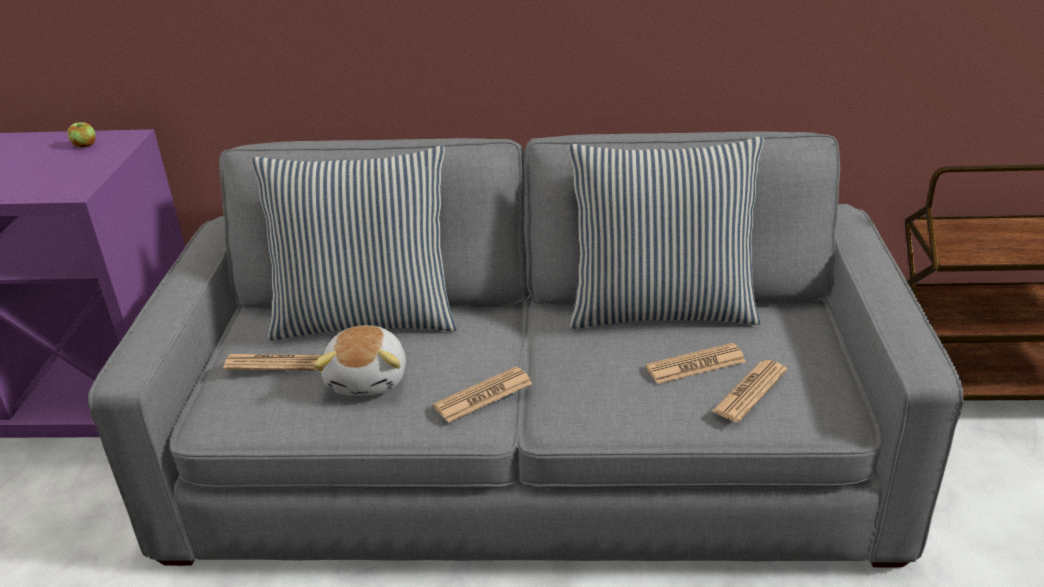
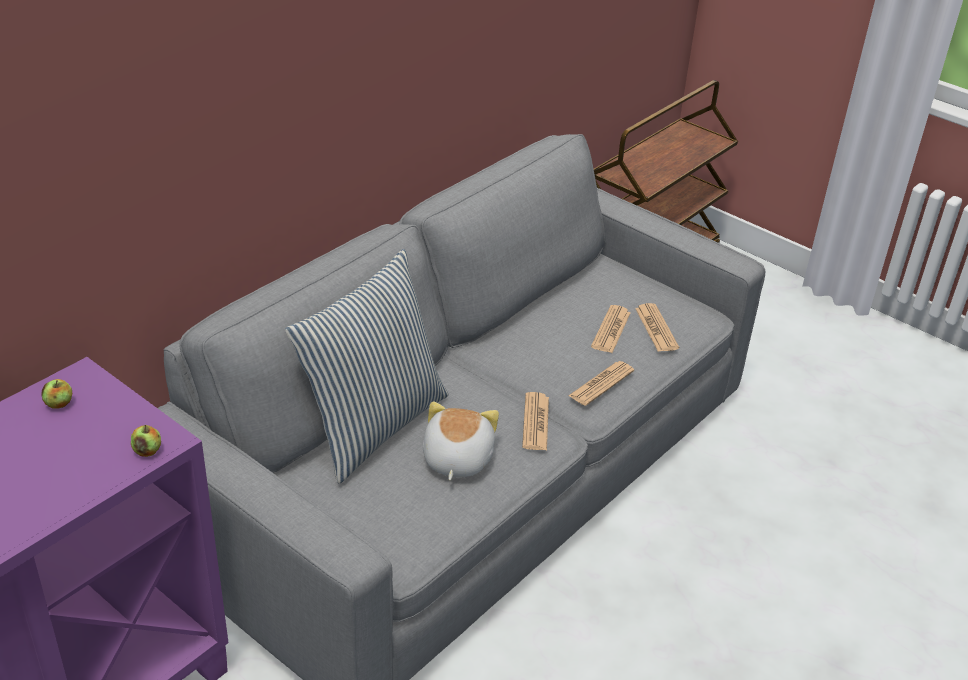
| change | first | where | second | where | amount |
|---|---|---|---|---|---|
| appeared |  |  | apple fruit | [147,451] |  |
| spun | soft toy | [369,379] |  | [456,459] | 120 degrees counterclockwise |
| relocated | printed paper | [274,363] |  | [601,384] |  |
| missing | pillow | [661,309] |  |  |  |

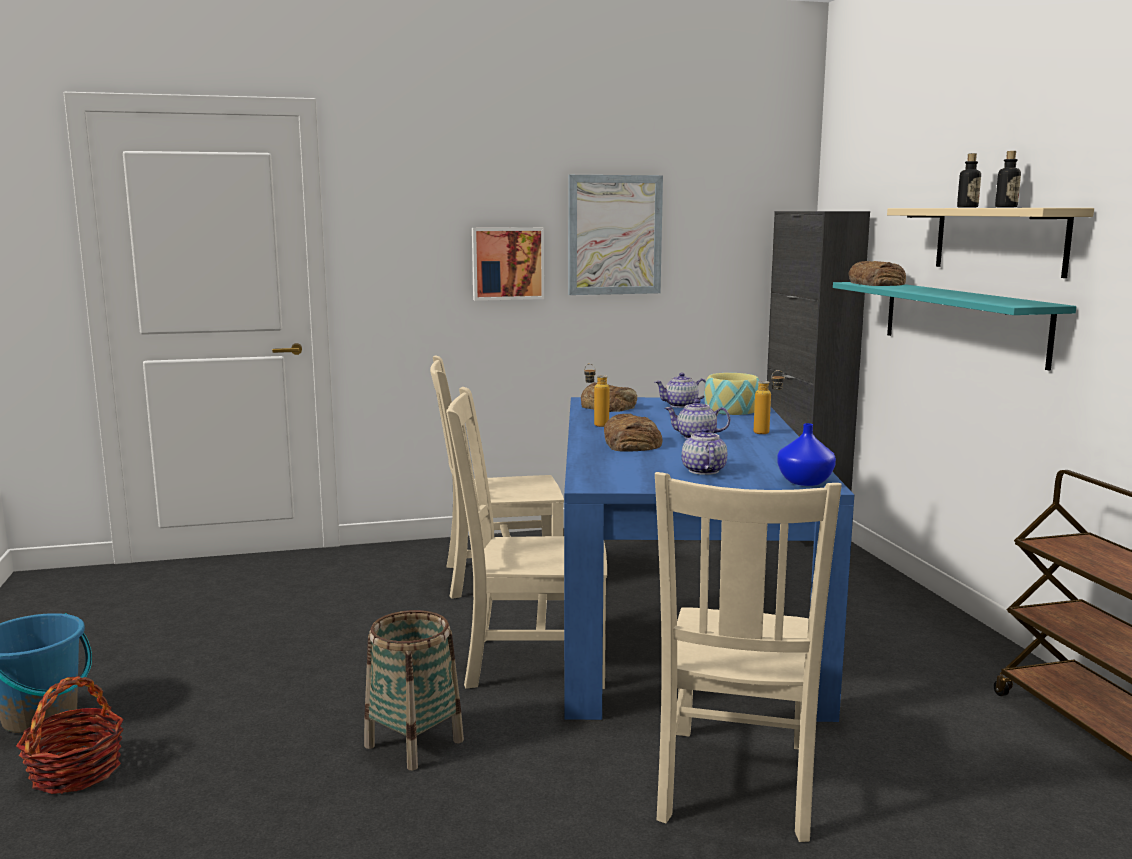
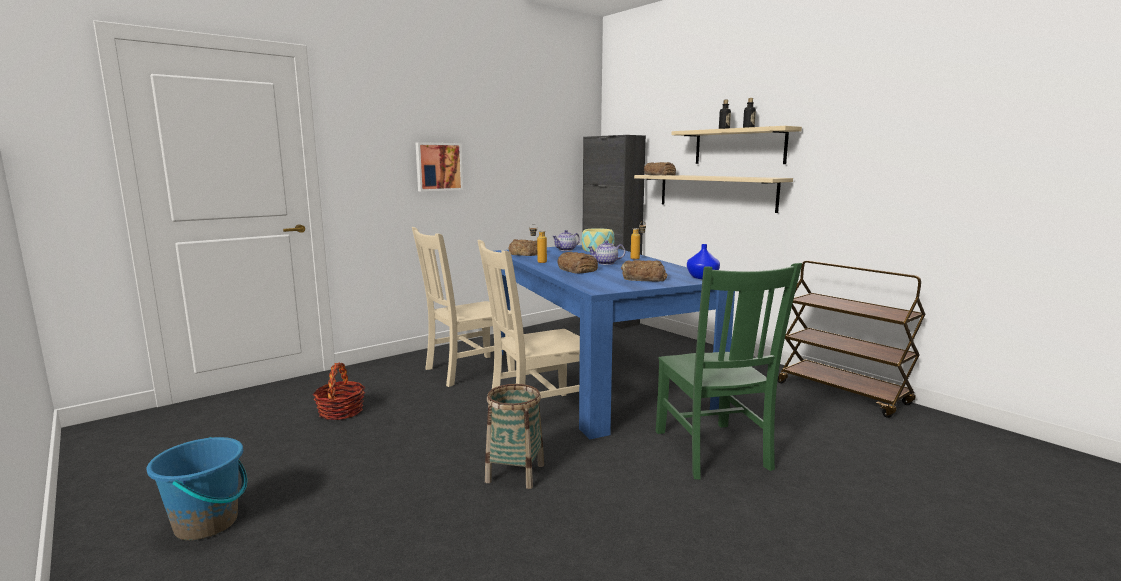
| change | first | where | second | where | amount |
|---|---|---|---|---|---|
| relocated | basket | [76,771] |  | [341,411] |  |
| exchanged | tea pot | [703,471] | bakery bread | [643,278] |  |
| colour | turquoise wall shelf | [962,321] | beige-coloured wall shelf | [716,192] |  |
| colour | beige-coloured plain chair | [735,785] | greenish plain chair | [712,451] |  |
| missing | wall picture | [614,235] |  |  |  |

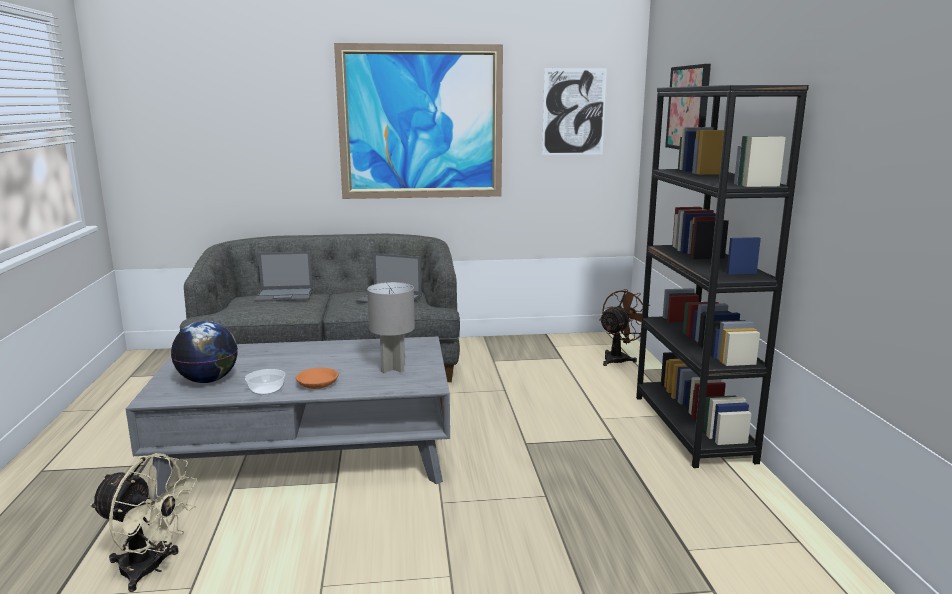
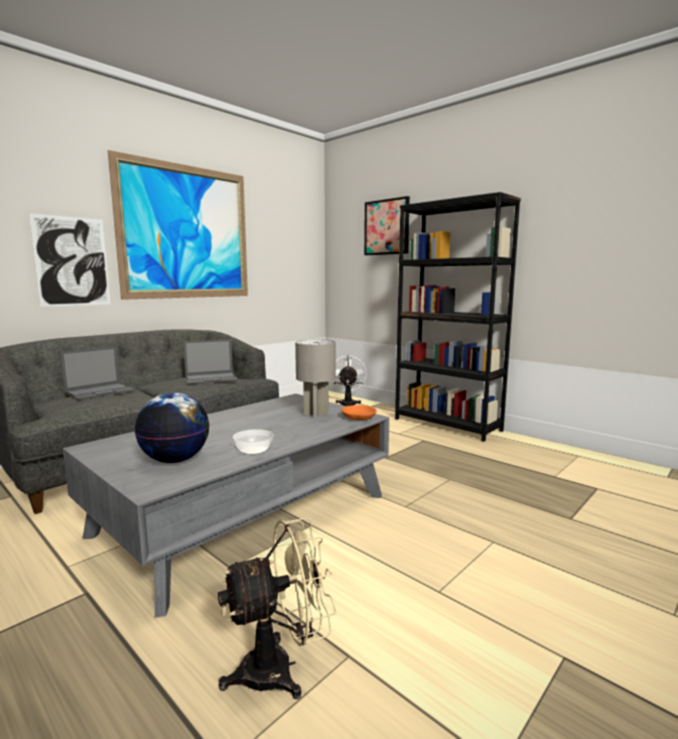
| change | first | where | second | where | amount |
|---|---|---|---|---|---|
| relocated | wall picture | [574,112] |  | [72,261] |  |
| colour | brownish fan | [619,358] | white-coloured fan | [348,403] |  |
| relocated | orange-coloured deep dish | [317,384] |  | [359,418] |  |

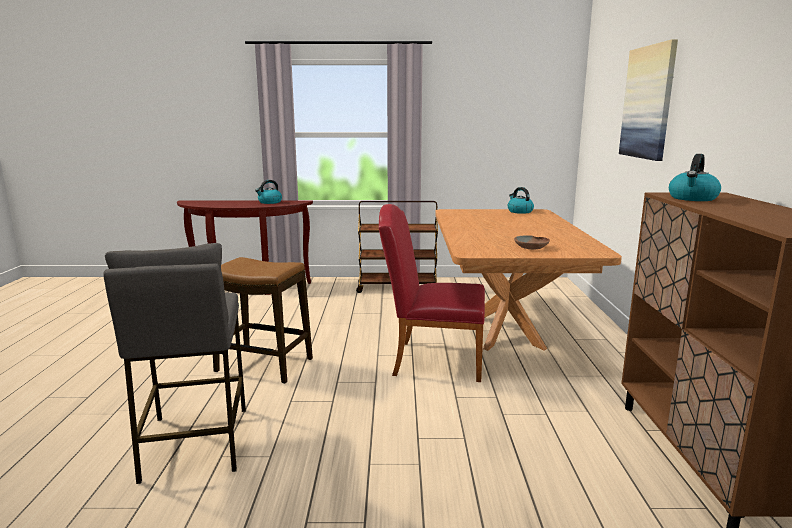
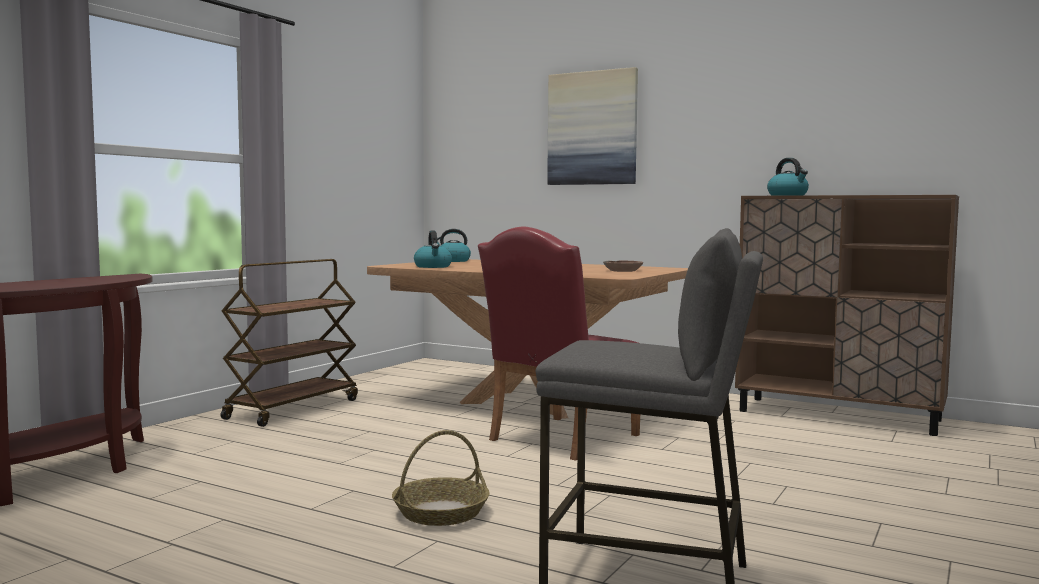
| change | first | where | second | where | amount |
|---|---|---|---|---|---|
| exchanged | sitting stool | [264,365] | basket | [441,512] |  |
| relocated | water kettle | [269,202] |  | [433,267] |  |

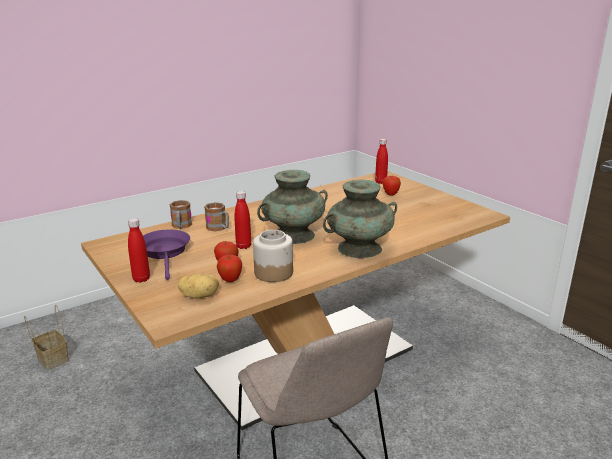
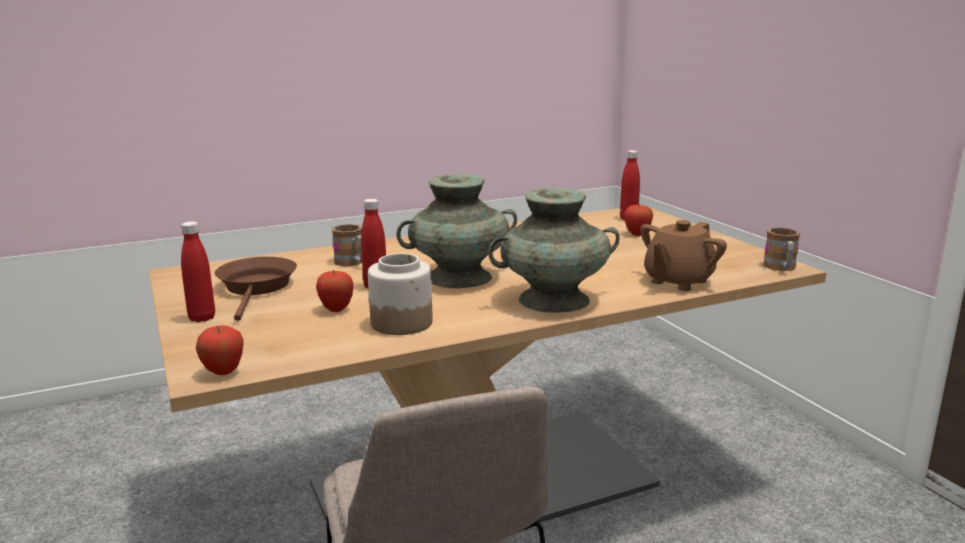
| change | first | where | second | where | amount |
|---|---|---|---|---|---|
| relocated | apple fruit | [230,280] |  | [223,372] |  |
| colour | purplish pan | [165,252] | brownish pan | [257,288] |  |
| appeared |  |  | brownish tea pot | [678,281] |  |
| relocated | tea mug | [181,226] |  | [781,268] |  |
| missing | basket | [52,359] |  |  |  |
| missing | spud | [199,296] |  |  |  |

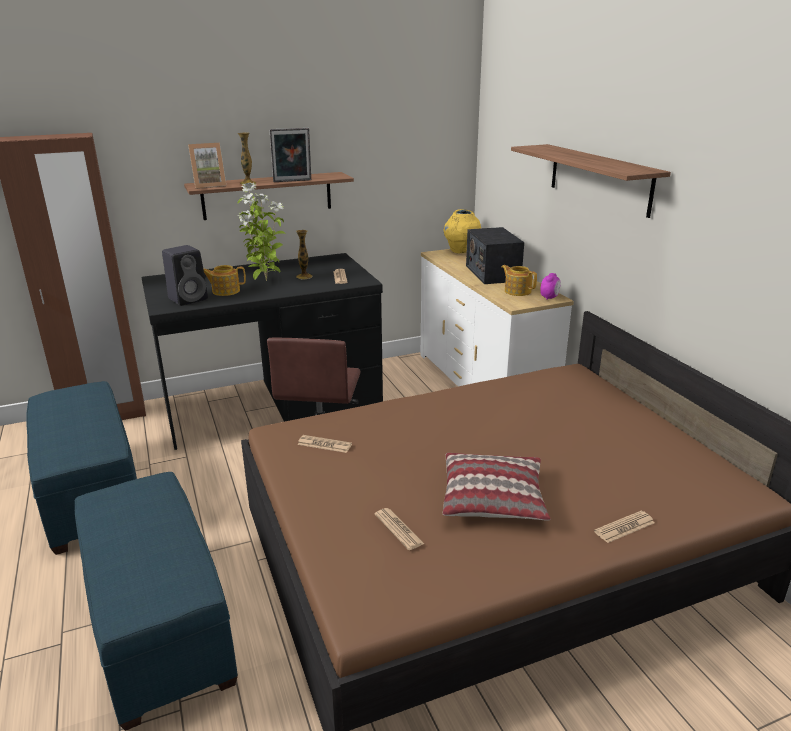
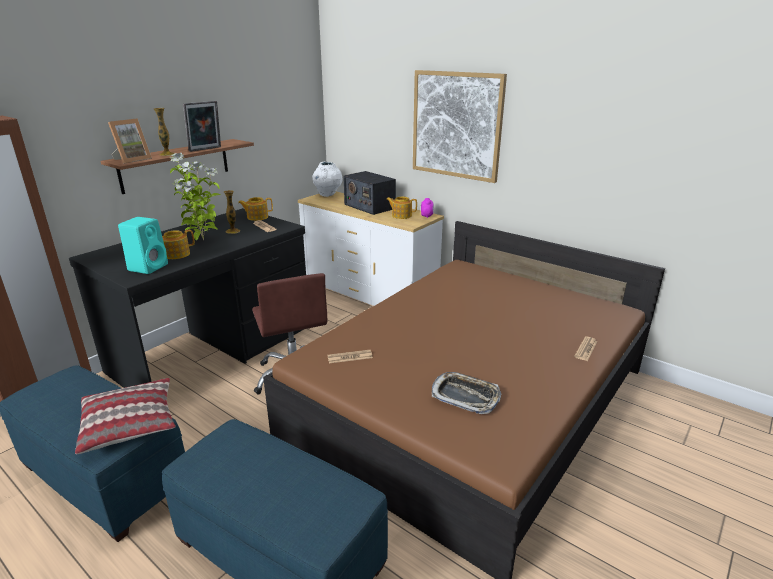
| change | first | where | second | where | amount |
|---|---|---|---|---|---|
| relocated | pillow | [493,498] |  | [130,423] |  |
| colour | blackish speaker | [189,299] | turquoise speaker | [149,267] |  |
| appeared |  |  | tea pot | [257,217] |  |
| colour | yellowish vase | [461,251] | white-coloured vase | [328,195] |  |
| exchanged | wall shelf | [599,179] | wall picture | [456,125] |  |
| exchanged | printed paper | [398,529] | carrying tray | [465,396] |  |

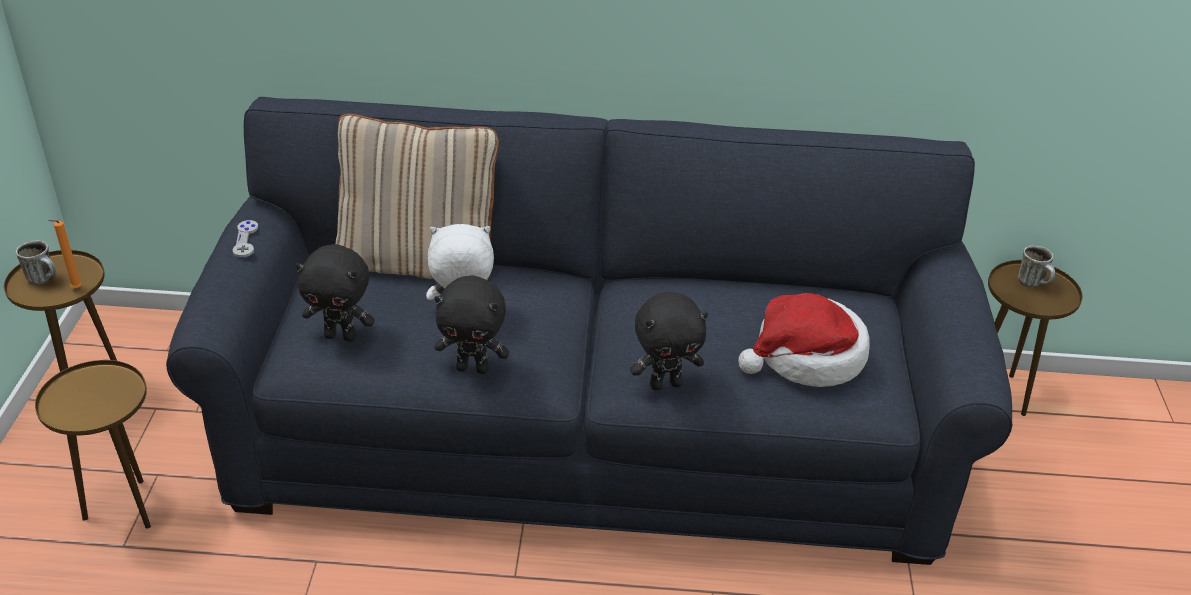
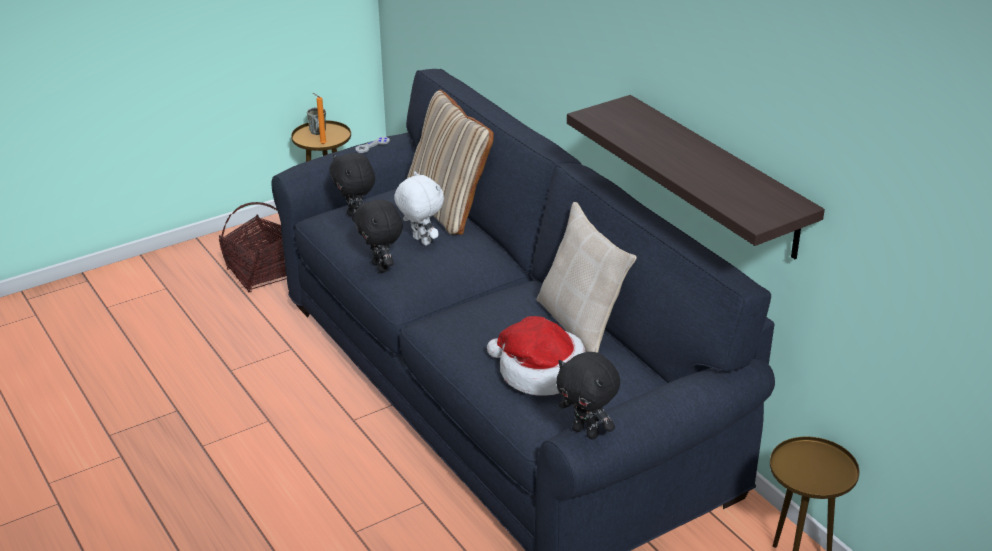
| change | first | where | second | where | amount |
|---|---|---|---|---|---|
| exchanged | brownish accent table | [125,508] | basket | [263,274] |  |
| appeared |  |  | beige-coloured pillow | [581,324] |  |
| relocated | blackish soft toy | [665,384] |  | [586,432] |  |
| appeared |  |  | wall shelf | [717,177] |  |
| missing | tea mug | [1033,284] |  |  |  |

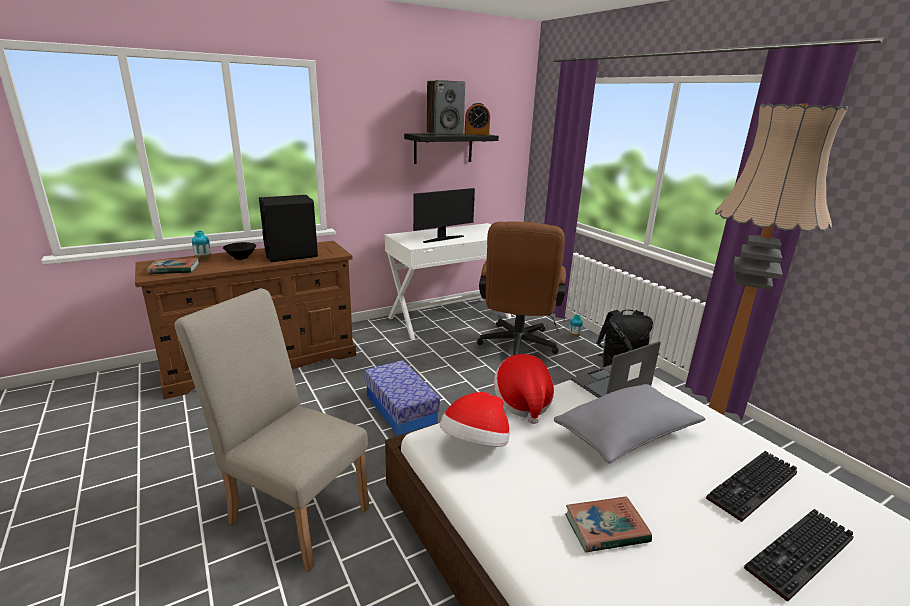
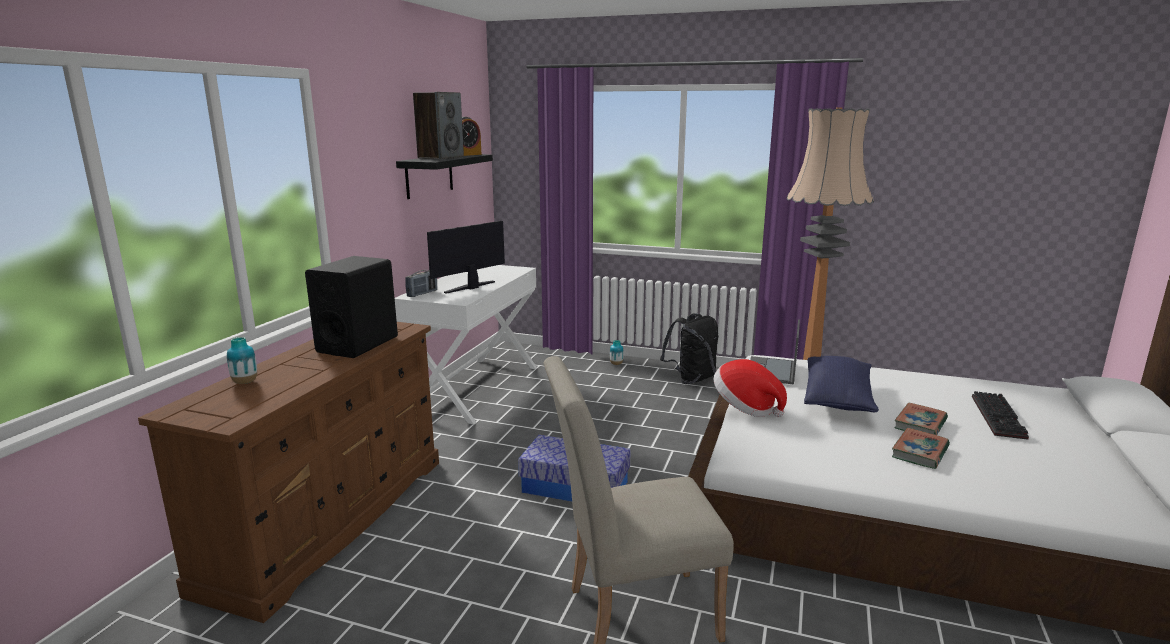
| change | first | where | second | where | amount |
|---|---|---|---|---|---|
| appeared |  |  | radio receiver | [422,293] |  |
| spun | computer screen | [443,239] |  | [471,287] | 150 degrees counterclockwise |
| colour | gray pillow | [626,436] | blue-coloured pillow | [837,399] |  |
| relocated | bound book | [174,269] |  | [920,424] |  |
| missing | blackish deep dish | [241,257] |  |  |  |
| missing | clothing hat | [475,444] |  |  |  |
| missing | brownish office chair | [516,347] |  |  |  |
| missing | keyboard | [754,488] |  |  |  |

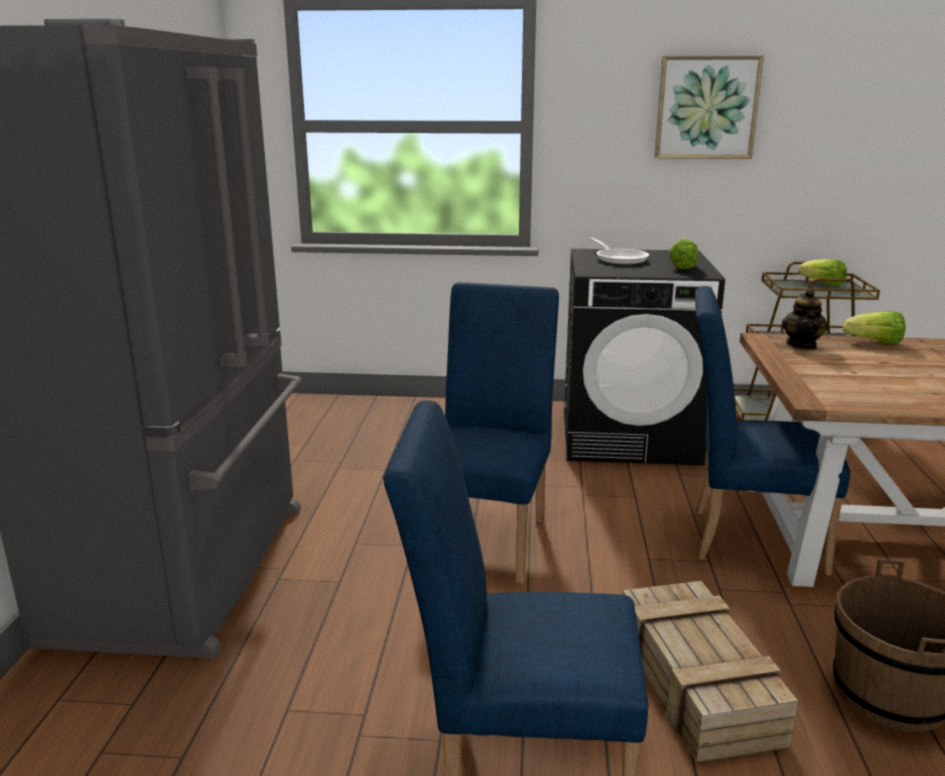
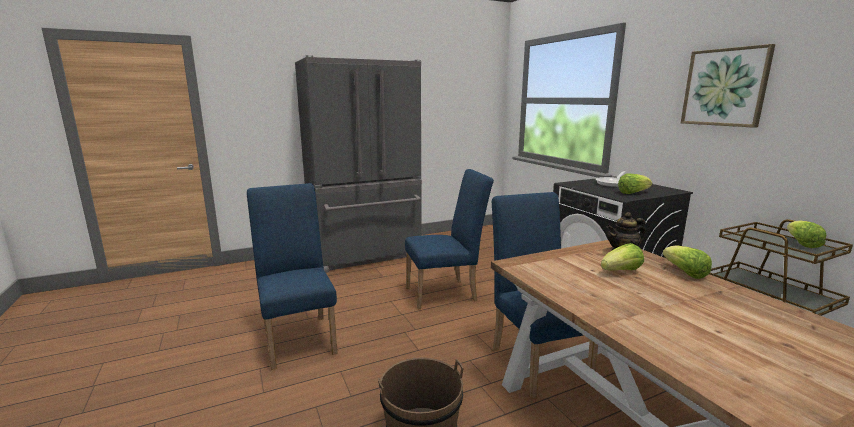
| change | first | where | second | where | amount |
|---|---|---|---|---|---|
| appeared |  |  | lettuce | [621,271] |  |
| missing | packing crate | [694,682] |  |  |  |

